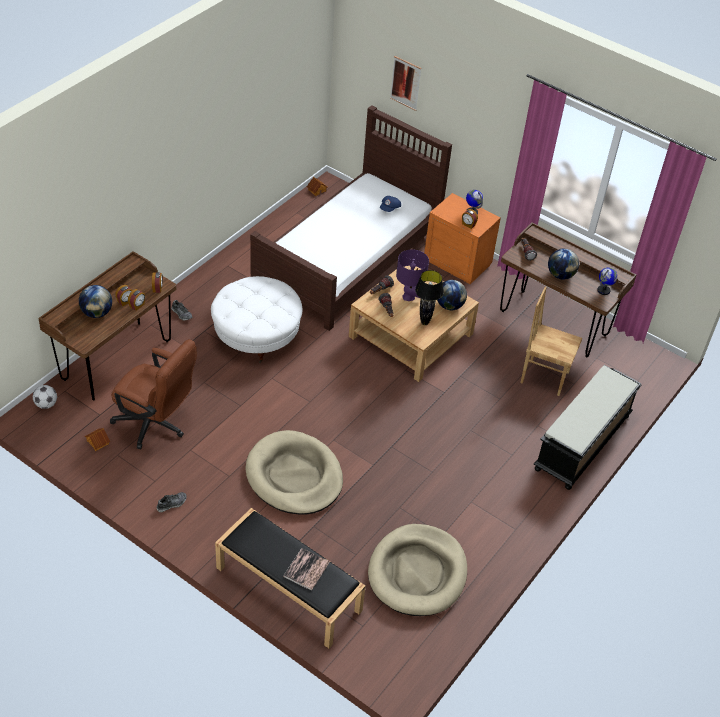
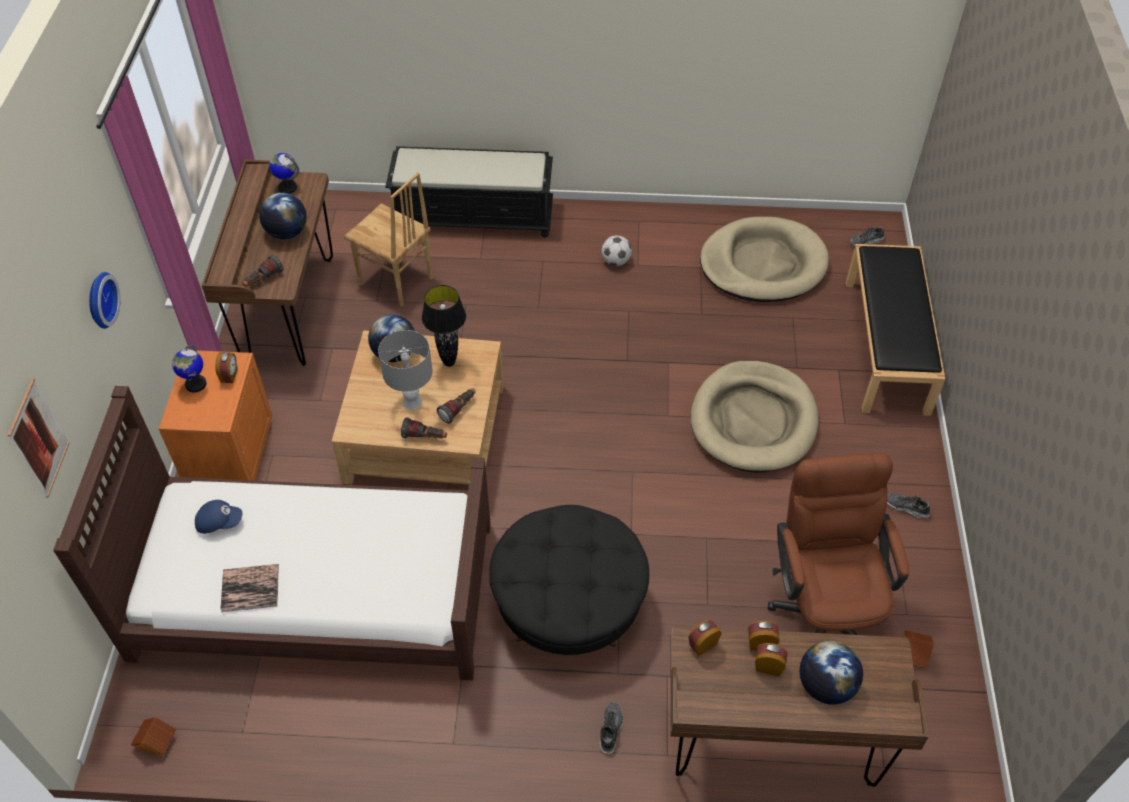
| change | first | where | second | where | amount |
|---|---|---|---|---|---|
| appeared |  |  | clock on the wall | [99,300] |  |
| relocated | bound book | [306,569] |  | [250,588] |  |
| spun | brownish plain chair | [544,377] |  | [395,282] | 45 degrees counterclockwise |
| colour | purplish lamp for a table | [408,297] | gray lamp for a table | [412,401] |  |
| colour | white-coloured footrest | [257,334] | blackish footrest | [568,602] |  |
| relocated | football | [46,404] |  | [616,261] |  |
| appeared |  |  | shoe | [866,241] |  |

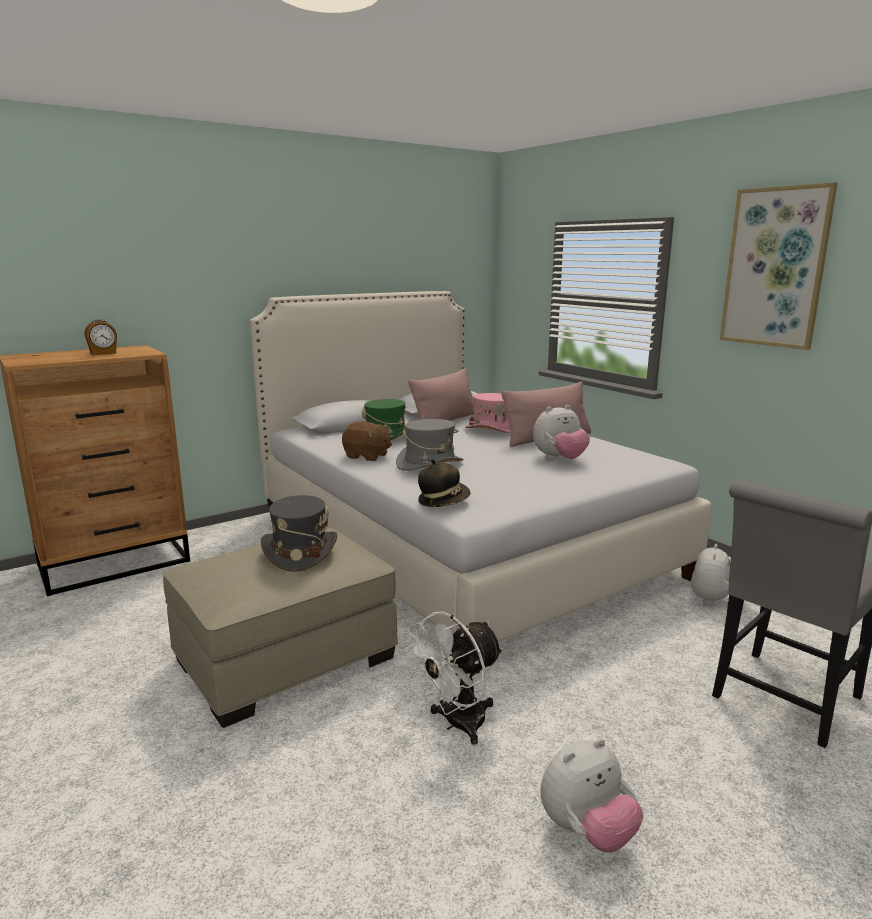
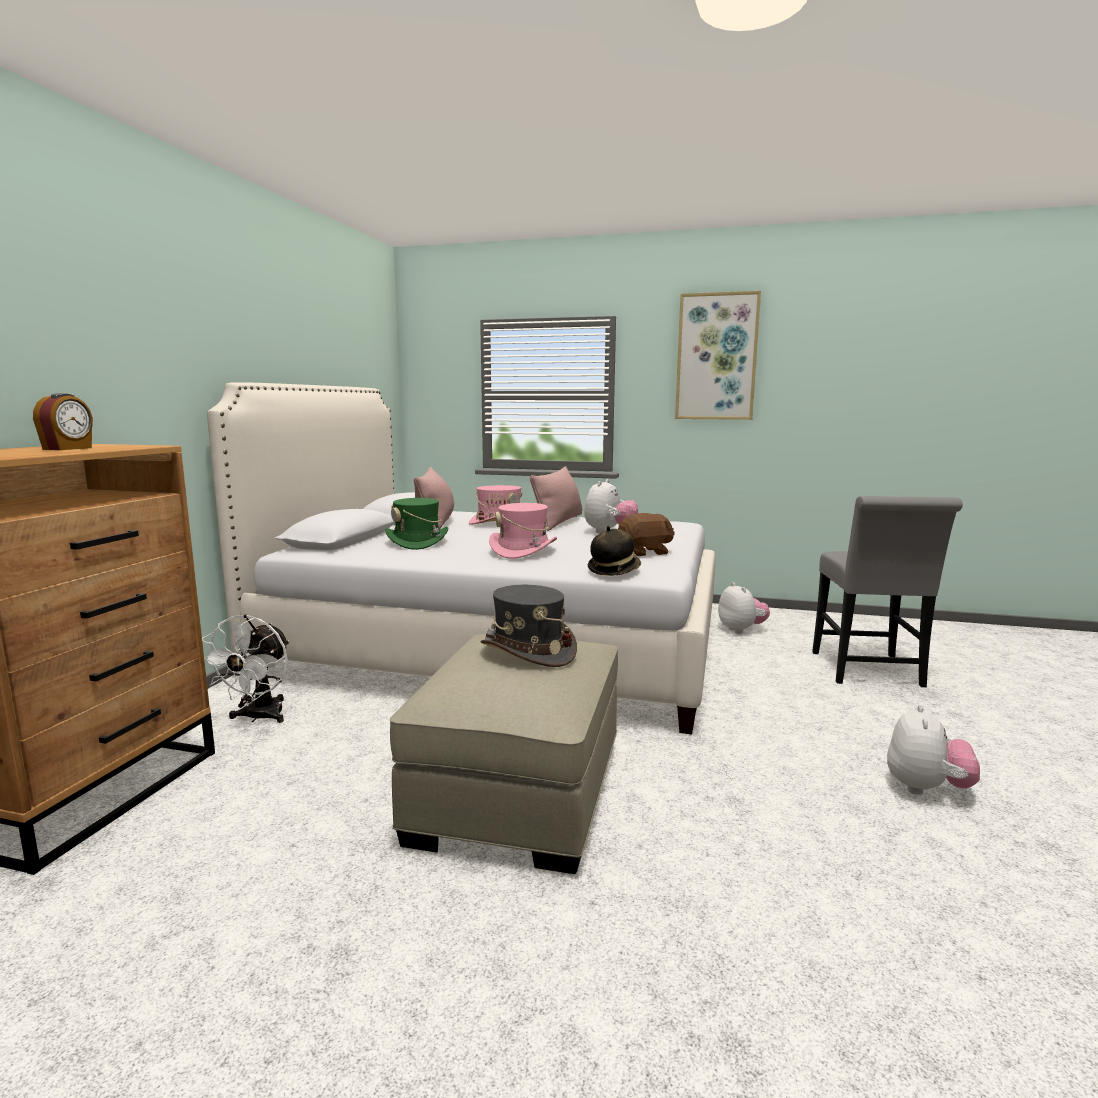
| change | first | where | second | where | amount |
|---|---|---|---|---|---|
| relocated | white-coloured fan | [456,724] |  | [258,717] |  |
| colour | gray clothing hat | [429,464] | pinkish clothing hat | [523,550] |  |
| relocated | brownish soft toy | [367,456] |  | [645,552] |  |

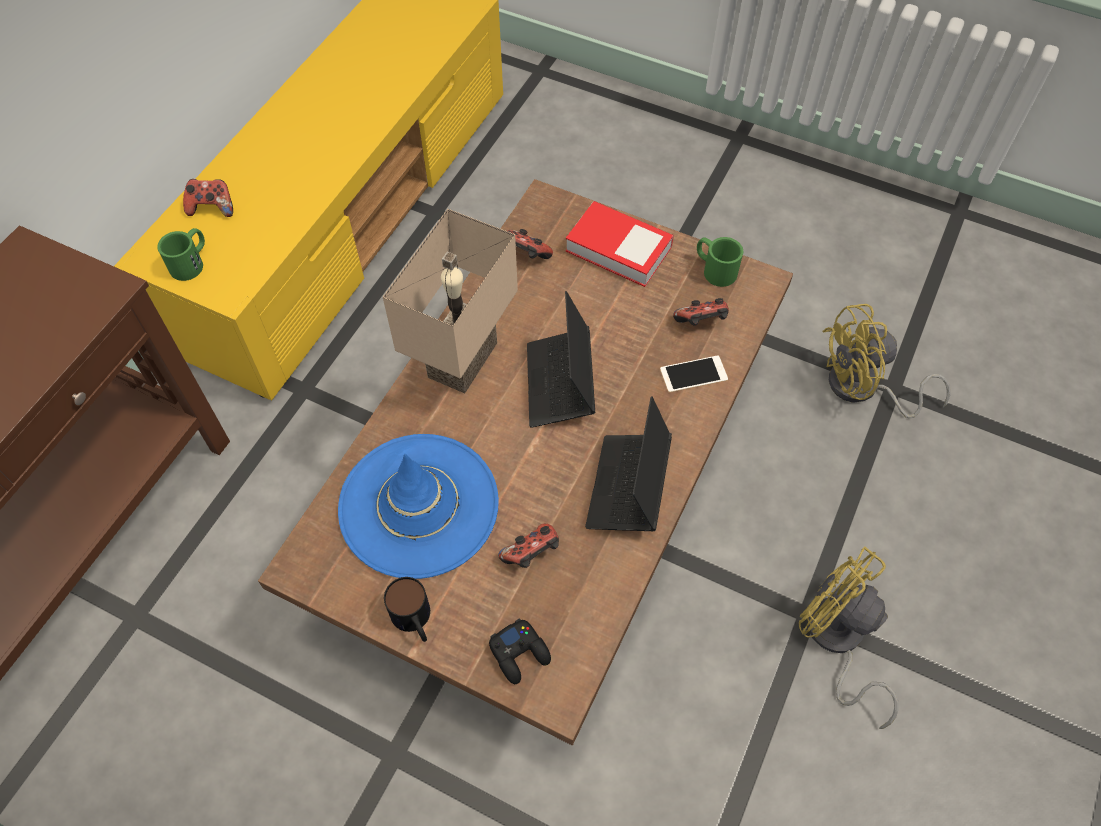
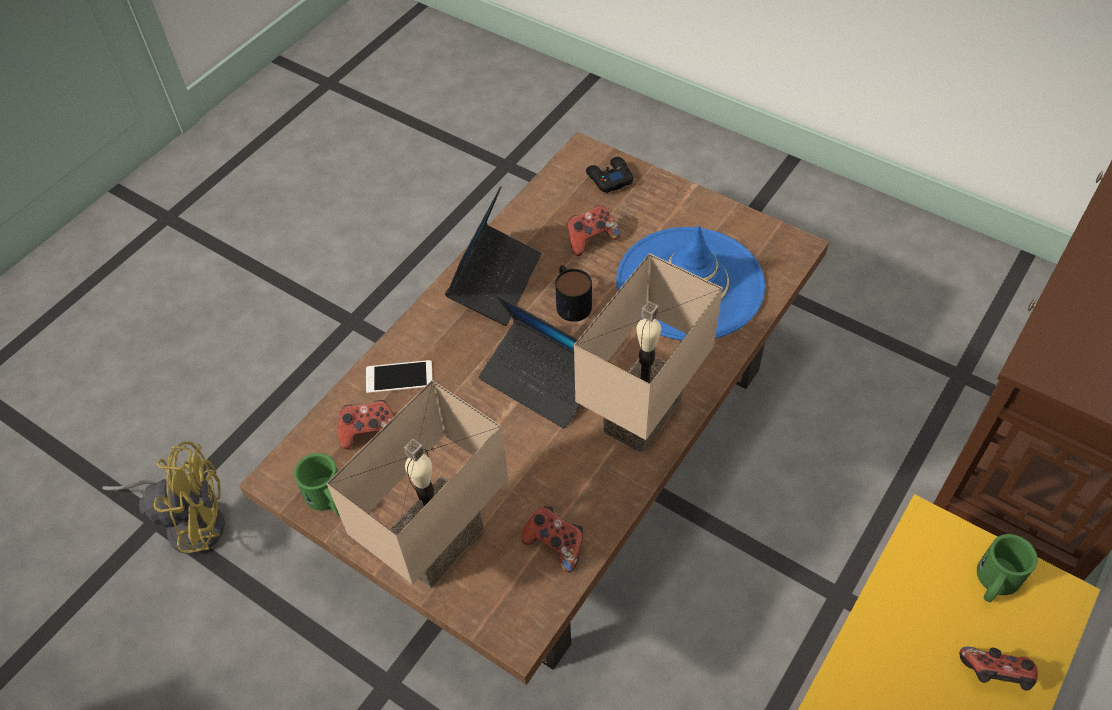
| change | first | where | second | where | amount |
|---|---|---|---|---|---|
| exchanged | bound book | [618,249] | beige-coloured lamp for a table | [436,540] |  |
| spun | laptop | [560,384] |  | [541,380] | 120 degrees clockwise |
| relocated | tea mug | [414,621] |  | [570,301] |  |
| missing | yellowish fan | [836,641] |  |  |  |

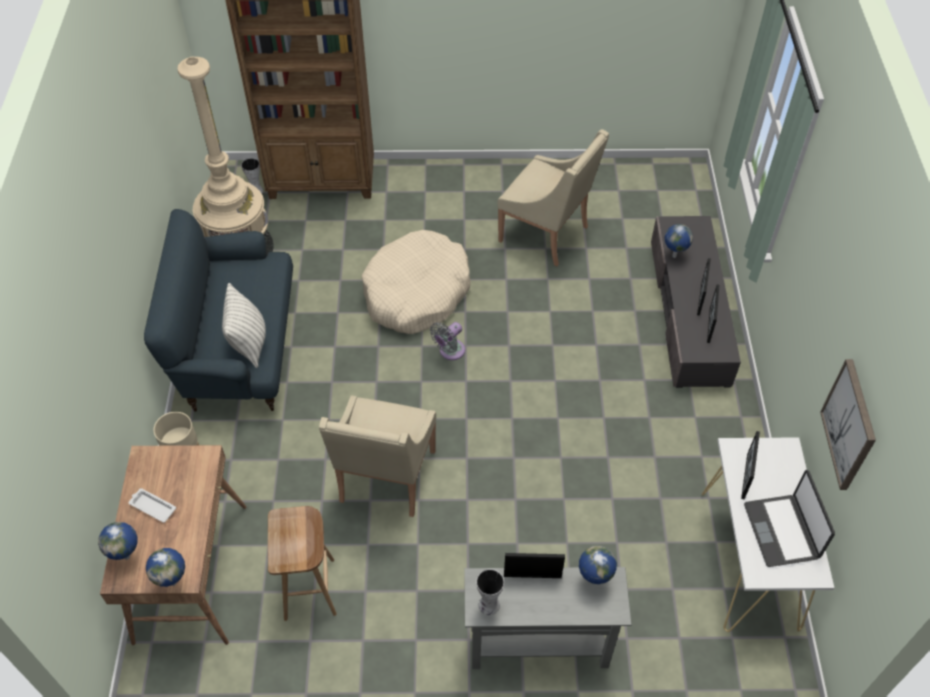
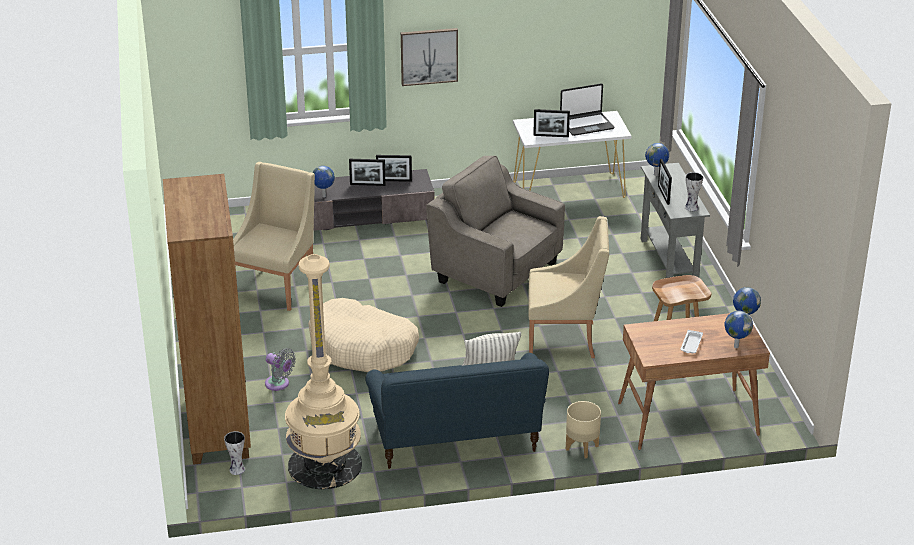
| change | first | where | second | where | amount |
|---|---|---|---|---|---|
| relocated | gray fan | [450,351] |  | [279,384] |  |
| relocated | wall picture | [849,425] |  | [429,56] |  |
| appeared |  |  | gray armchair | [497,271] |  |

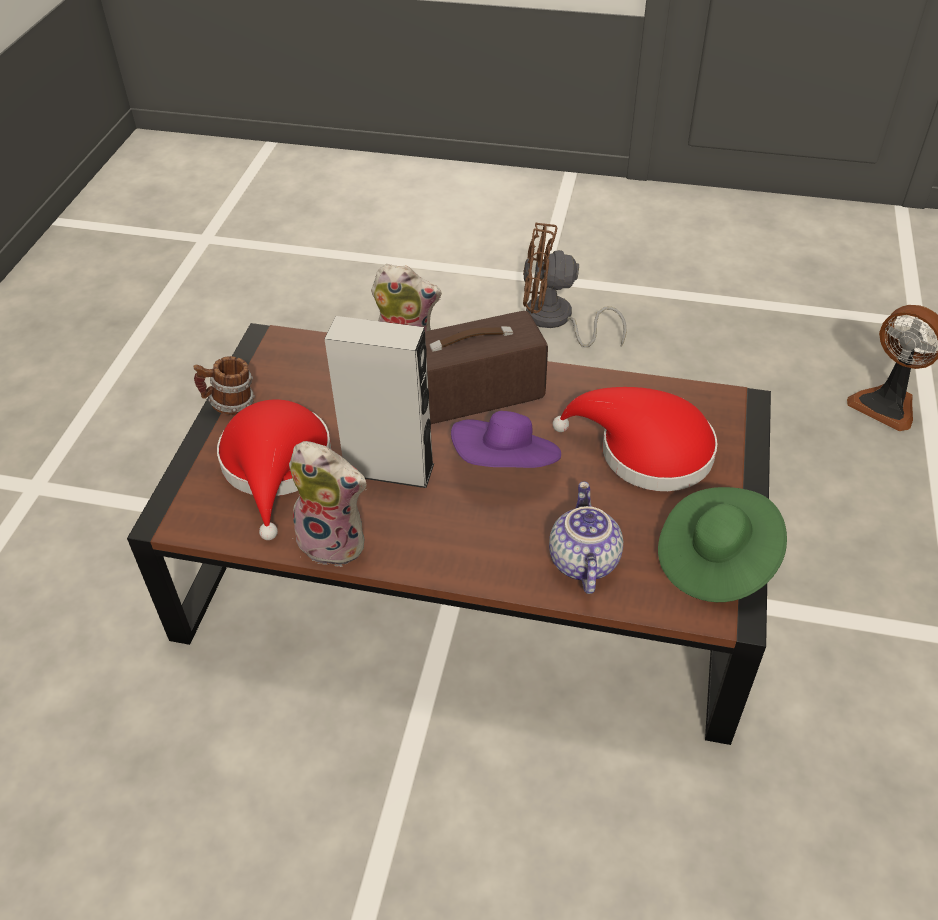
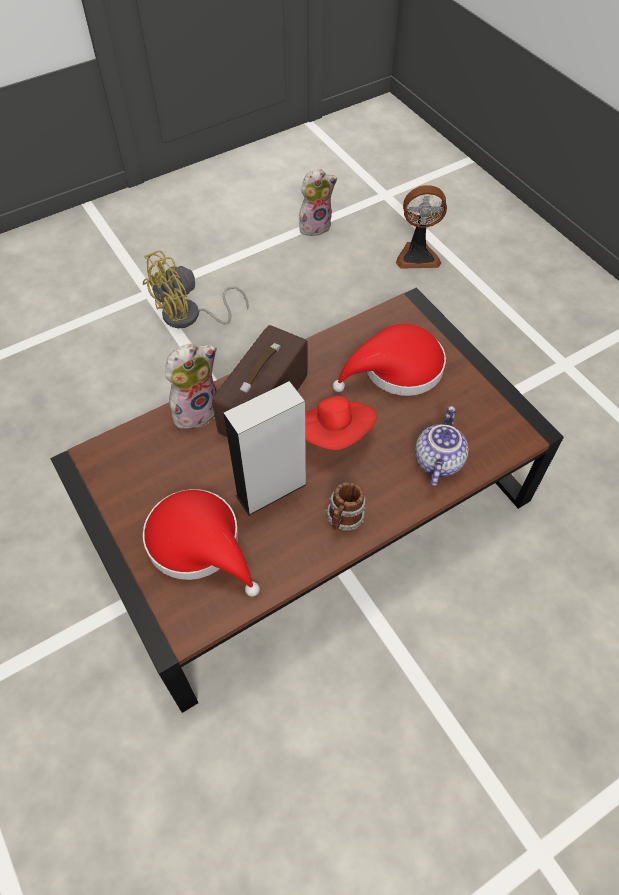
| change | first | where | second | where | amount |
|---|---|---|---|---|---|
| colour | brownish fan | [555,320] | yellowish fan | [190,317] |  |
| relocated | soft toy | [336,541] |  | [315,226] |  |
| colour | purplish clothing hat | [506,465] | red-coloured clothing hat | [334,434] |  |
| relocated | tea mug | [230,405] |  | [344,520] |  |
| spun | tea pot | [581,560] |  | [437,460] | 60 degrees clockwise |
| missing | greenish clothing hat | [715,561] |  |  |  |

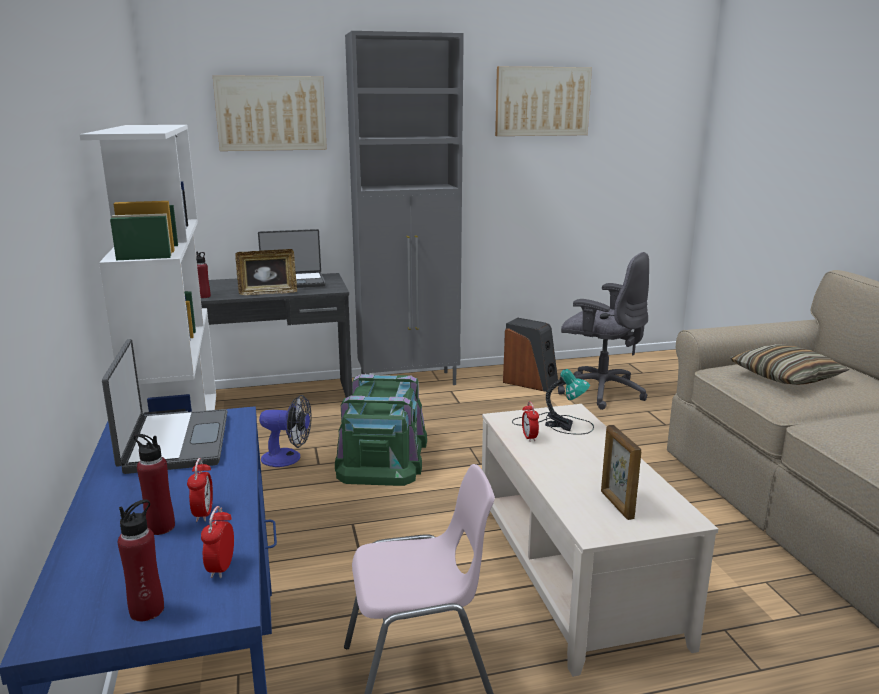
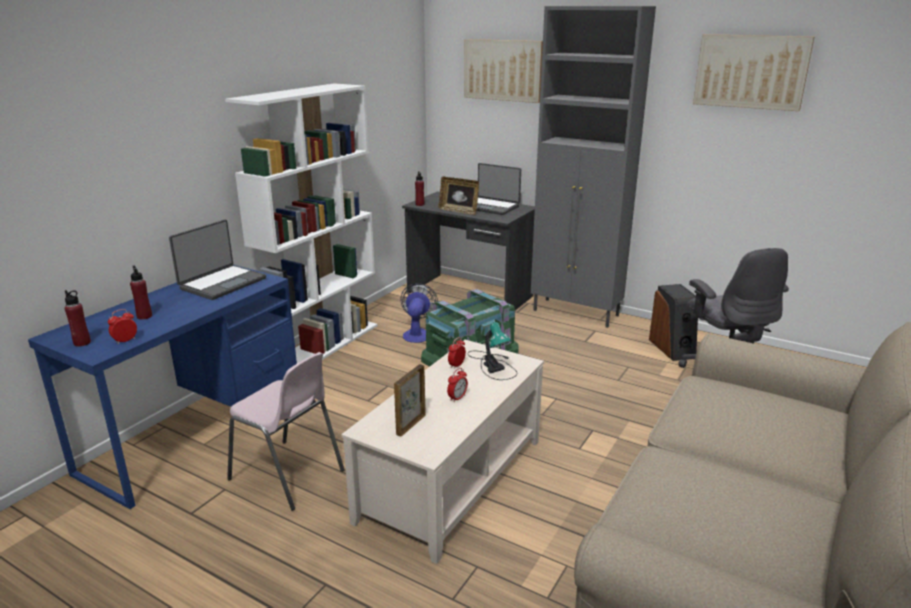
| change | first | where | second | where | amount |
|---|---|---|---|---|---|
| spun | fan | [288,458] |  | [417,333] | 135 degrees counterclockwise |
| relocated | alarm clock | [203,514] |  | [457,398] |  |
| missing | pillow | [785,377] |  |  |  |

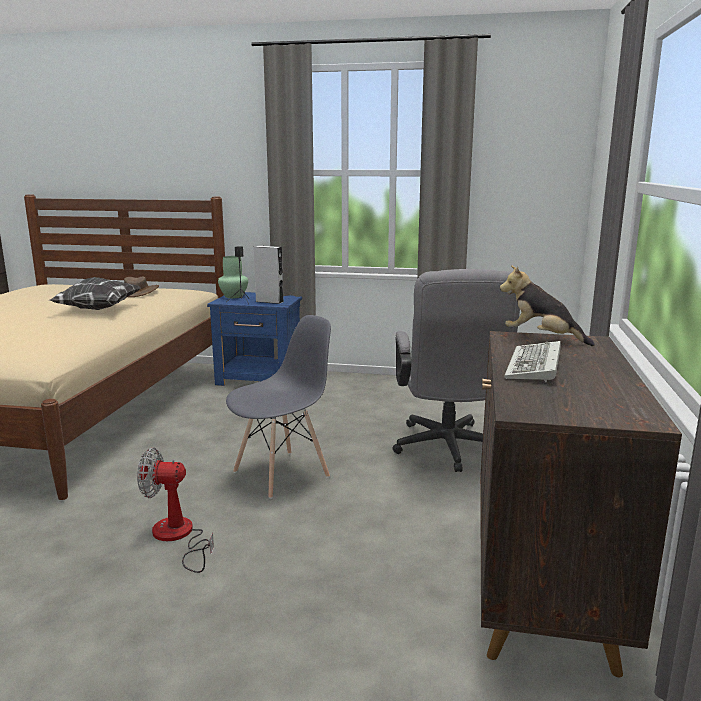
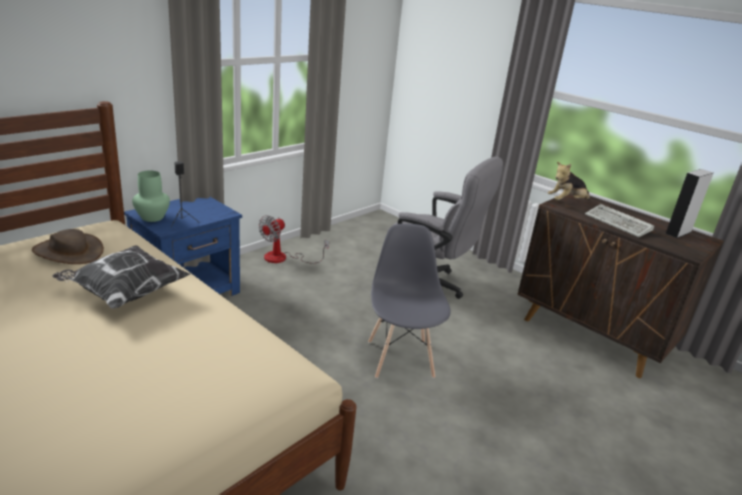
| change | first | where | second | where | amount |
|---|---|---|---|---|---|
| relocated | fan | [178,537] |  | [283,258] |  |
| relocated | gray speaker | [269,301] |  | [678,232] |  |

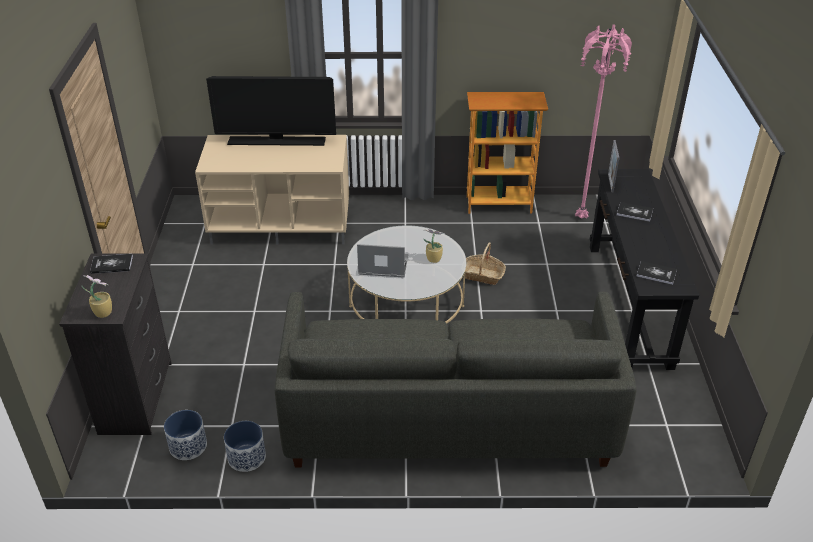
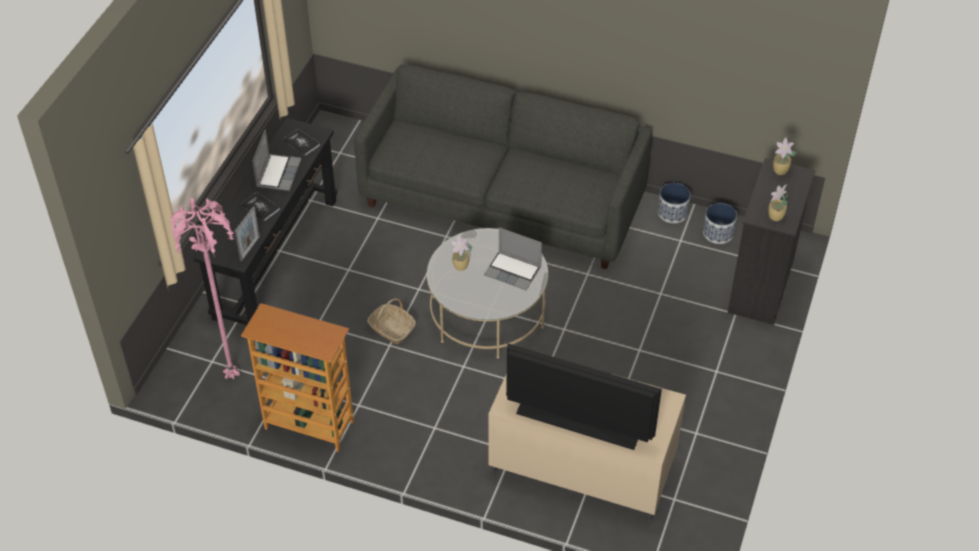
| change | first | where | second | where | amount |
|---|---|---|---|---|---|
| appeared |  |  | laptop | [278,173] |  |
| exchanged | bound book | [111,264] | houseplant | [775,217] |  |

